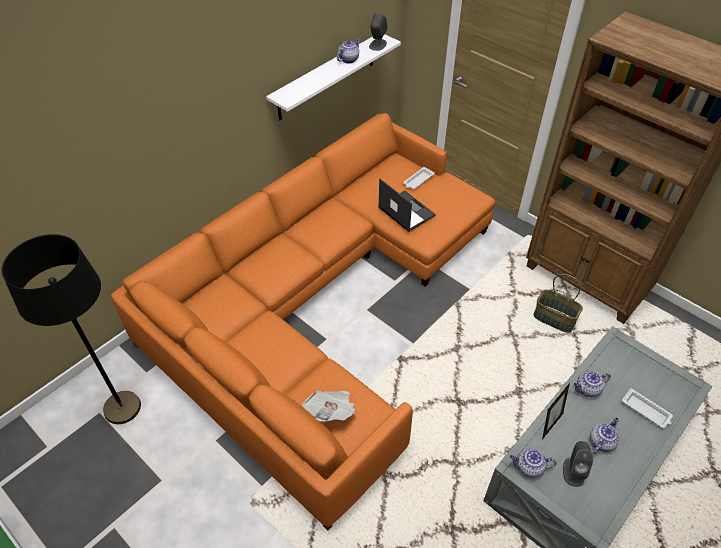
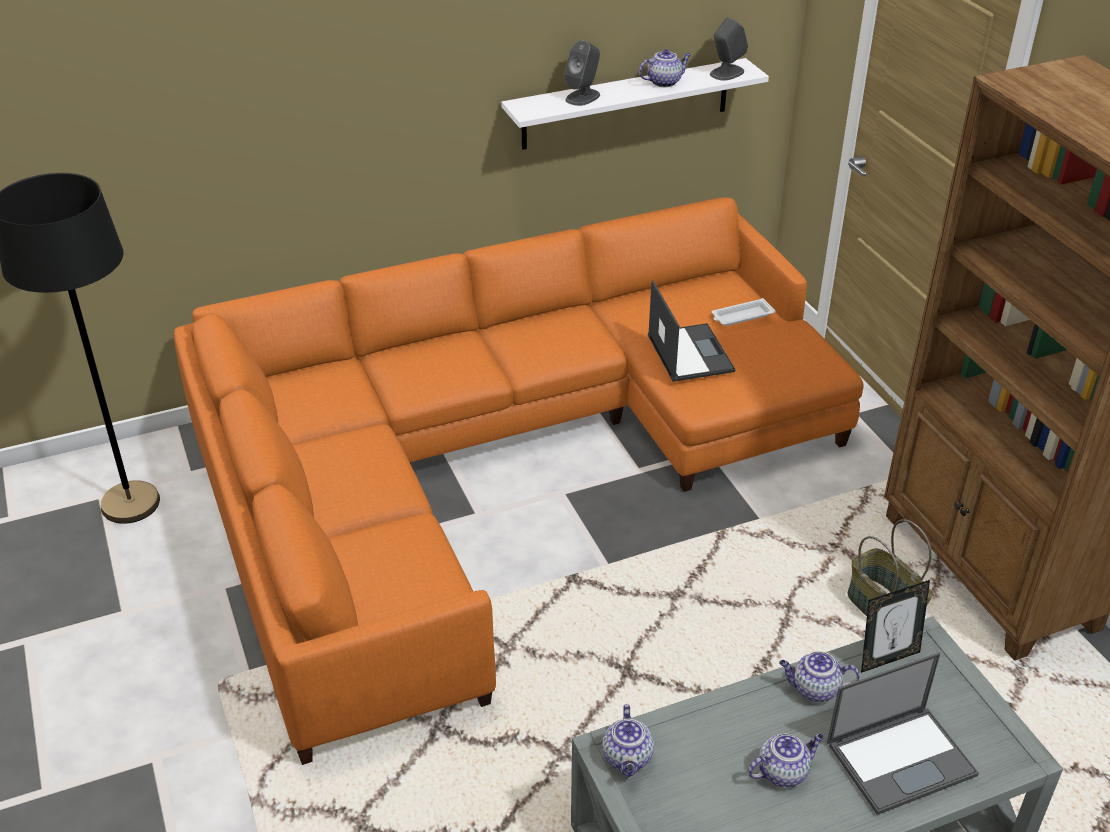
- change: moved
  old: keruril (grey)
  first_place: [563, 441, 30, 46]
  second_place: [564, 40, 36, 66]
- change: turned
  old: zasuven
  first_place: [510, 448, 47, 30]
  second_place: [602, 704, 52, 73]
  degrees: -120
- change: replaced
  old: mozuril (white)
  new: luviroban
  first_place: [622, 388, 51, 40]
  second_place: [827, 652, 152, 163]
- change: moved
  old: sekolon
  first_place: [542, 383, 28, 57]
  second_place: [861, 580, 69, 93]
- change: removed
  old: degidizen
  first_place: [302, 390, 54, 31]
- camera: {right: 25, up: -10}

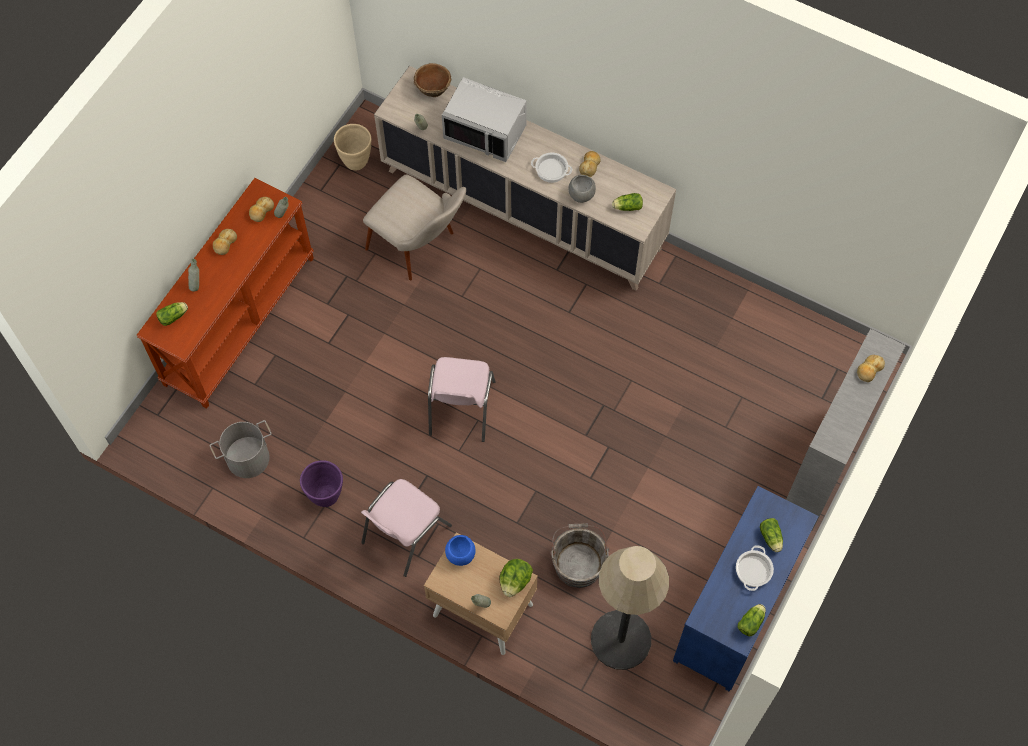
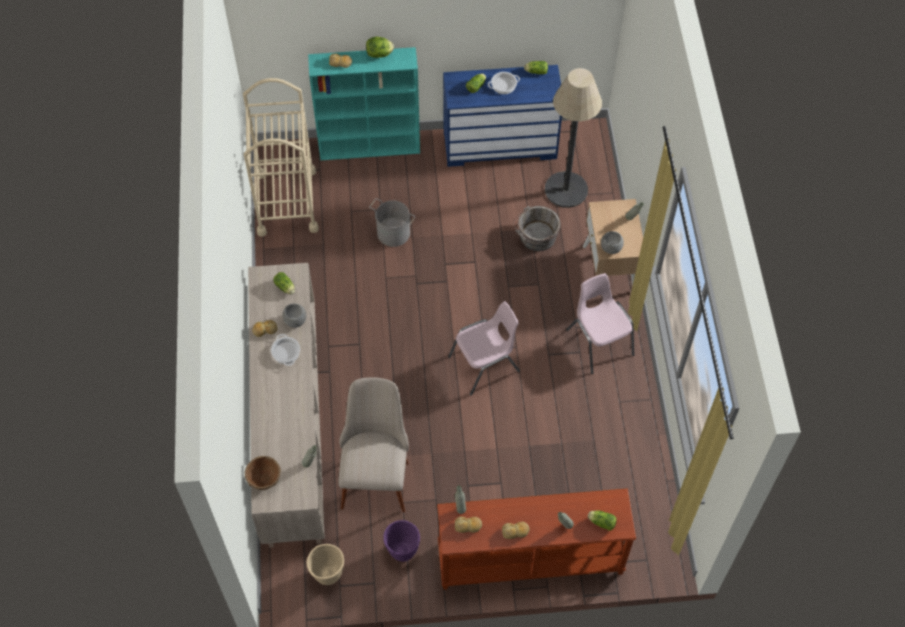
- change: added
  new: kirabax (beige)
  second_place: [243, 78, 76, 159]
- change: recoloured
  old: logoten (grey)
  new: logoten (turquoise)
  first_place: [786, 329, 120, 201]
  second_place: [308, 47, 112, 113]
- change: moved
  old: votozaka
  first_place: [499, 559, 34, 38]
  second_place: [366, 36, 28, 22]
- change: moved
  old: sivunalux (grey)
  first_place: [210, 420, 62, 58]
  second_place: [369, 198, 46, 49]
- change: moved
  old: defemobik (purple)
  first_place: [300, 460, 43, 47]
  second_place: [383, 520, 37, 42]
- change: turned
  old: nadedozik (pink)
  first_place: [361, 479, 91, 98]
  second_place: [566, 273, 68, 101]
  degrees: -120
- change: recoloured
  old: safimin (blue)
  new: safimin (grey)
  first_place: [445, 535, 30, 31]
  second_place: [601, 231, 23, 23]
- change: removed
  old: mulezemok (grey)
  first_place: [442, 77, 84, 85]
- camera: {right: -125, up: -5}

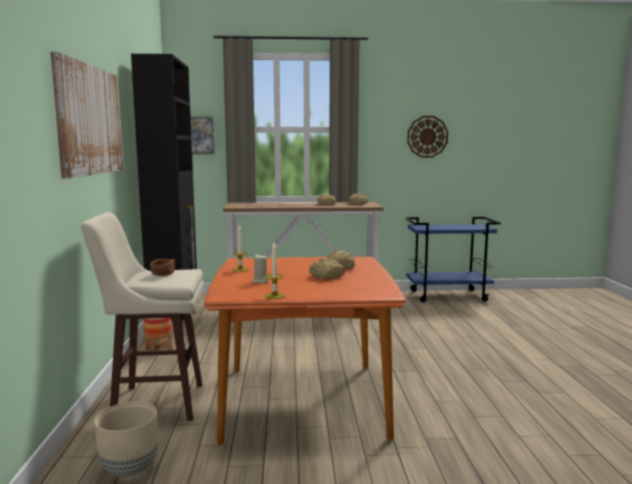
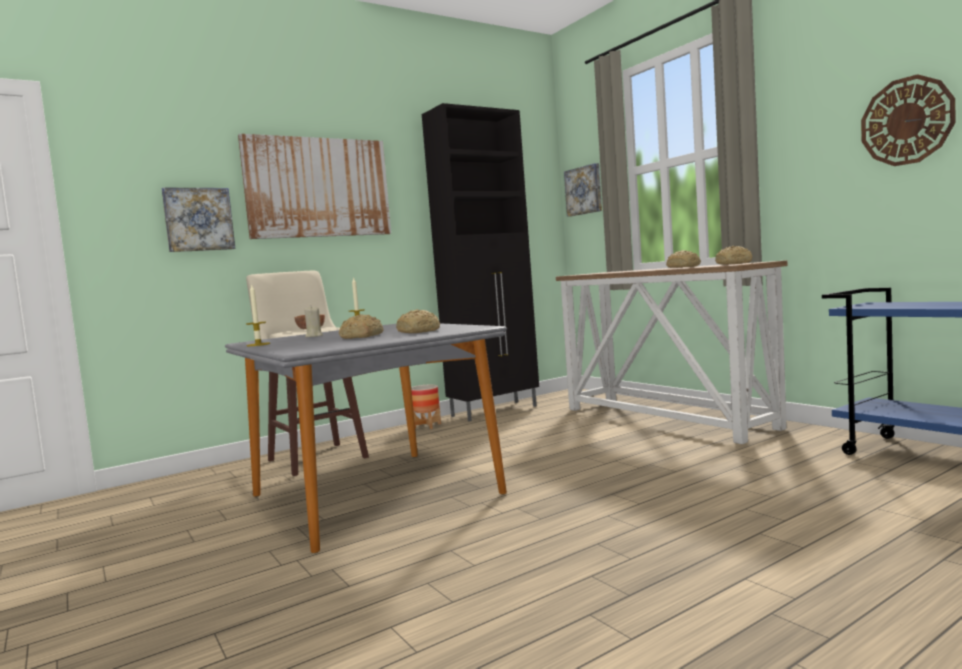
- change: added
  new: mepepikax
  second_place: [162, 188, 73, 64]
- change: recoloured
  old: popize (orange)
  new: popize (grey)
  first_place: [204, 257, 202, 188]
  second_place: [225, 324, 282, 229]
- change: removed
  old: defemobik (beige)
  first_place: [95, 402, 63, 75]
- camera: {right: 60, up: -5}

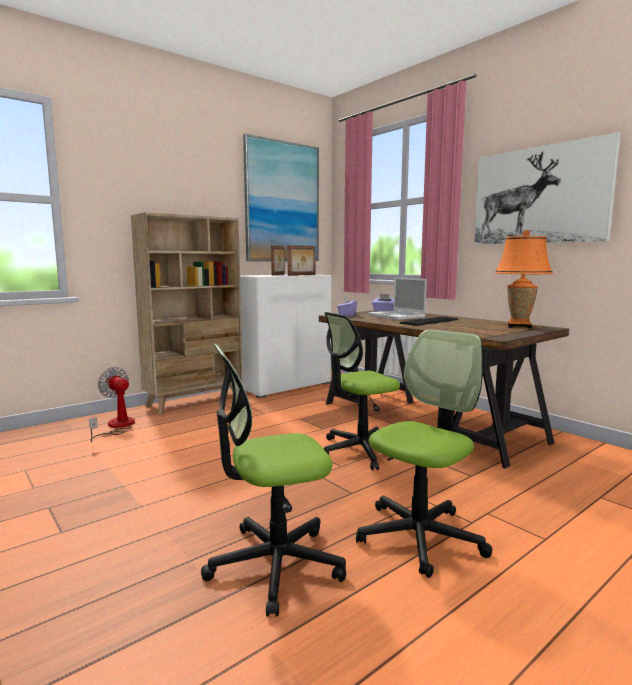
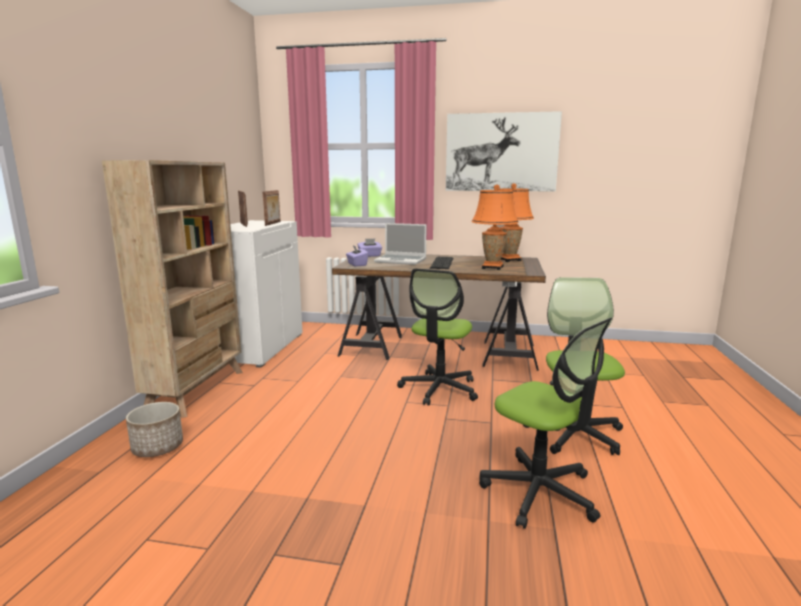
- change: replaced
  old: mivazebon
  new: defemobik
  first_place: [89, 367, 46, 76]
  second_place: [126, 402, 57, 55]
- change: added
  new: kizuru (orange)
  second_place: [472, 184, 47, 86]
- change: turned
  old: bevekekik
  first_place: [201, 343, 145, 273]
  second_place: [479, 317, 133, 212]
  degrees: -75
- change: removed
  old: mepepikax
  first_place: [243, 134, 76, 127]
- camera: {right: -40, up: 5}

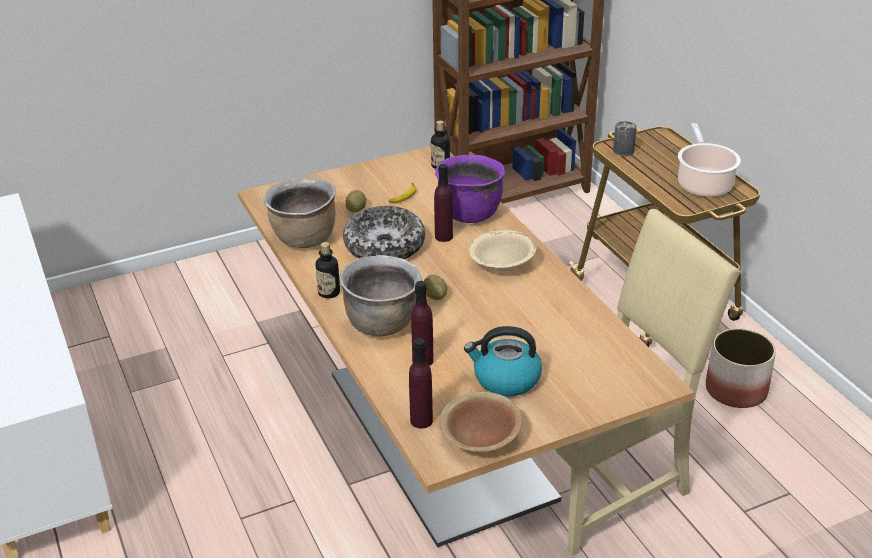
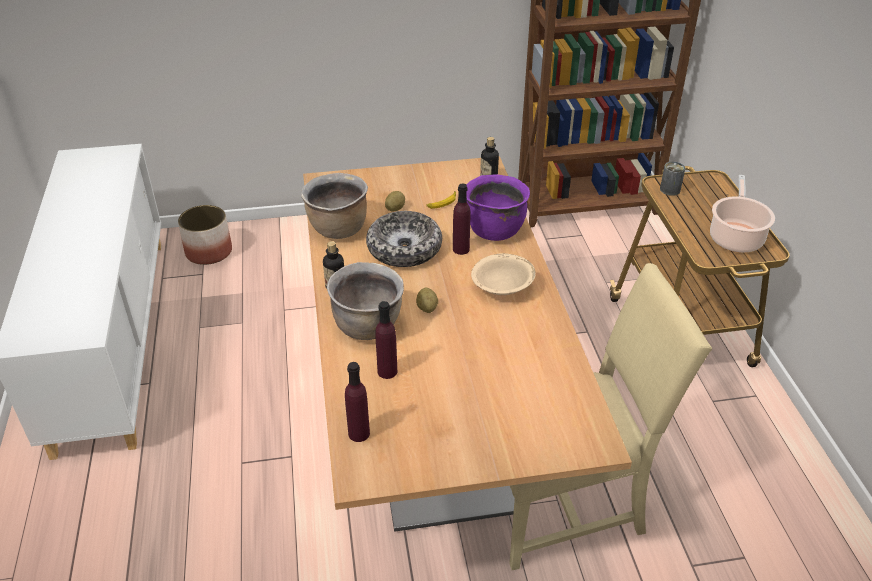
- change: moved
  old: defemobik
  first_place: [706, 328, 70, 80]
  second_place: [178, 205, 54, 60]
- change: removed
  old: safimin (brown)
  first_place: [439, 392, 84, 60]
- change: removed
  old: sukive
  first_place: [464, 326, 78, 71]
- camera: {right: 15, up: 5}

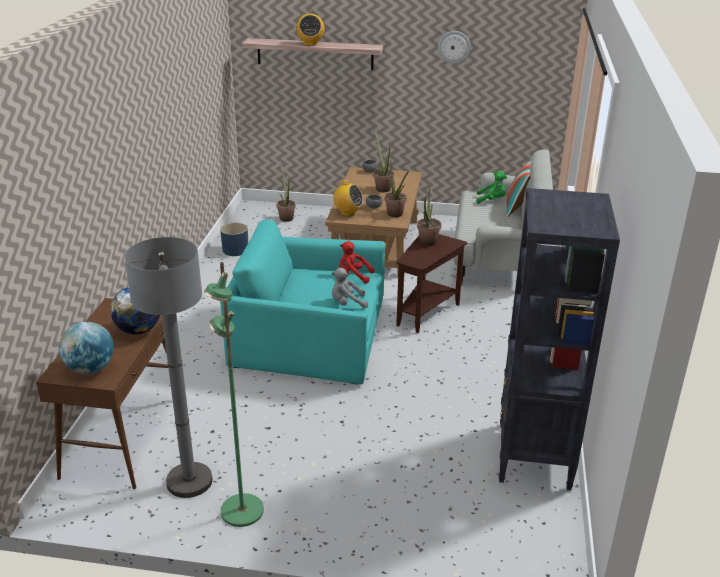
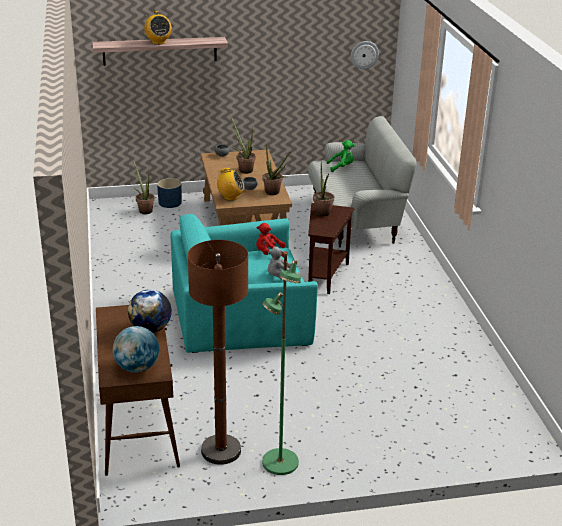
- change: moved
  old: defemobik (blue)
  first_place: [220, 223, 28, 33]
  second_place: [157, 178, 25, 30]
- change: recoloured
  old: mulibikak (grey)
  new: mulibikak (brown)
  first_place: [124, 237, 89, 261]
  second_place: [188, 240, 60, 225]
- change: moved
  old: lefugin
  first_place: [438, 31, 33, 33]
  second_place: [351, 41, 28, 28]
- change: removed
  old: logoten (black)
  first_place: [499, 188, 121, 303]
- change: removed
  old: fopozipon
  first_place: [507, 159, 25, 58]
- camera: {right: -20, up: 0}

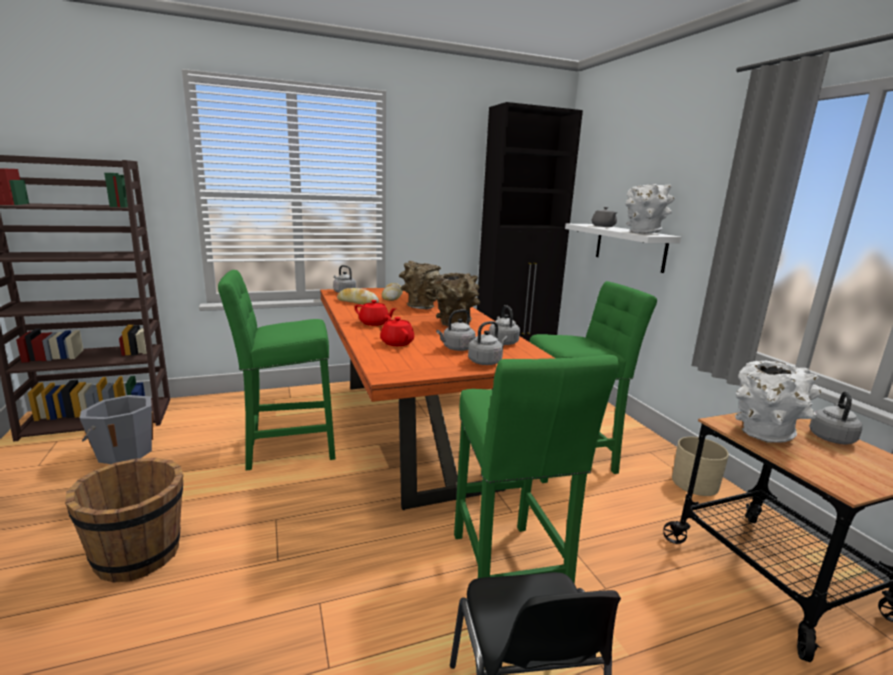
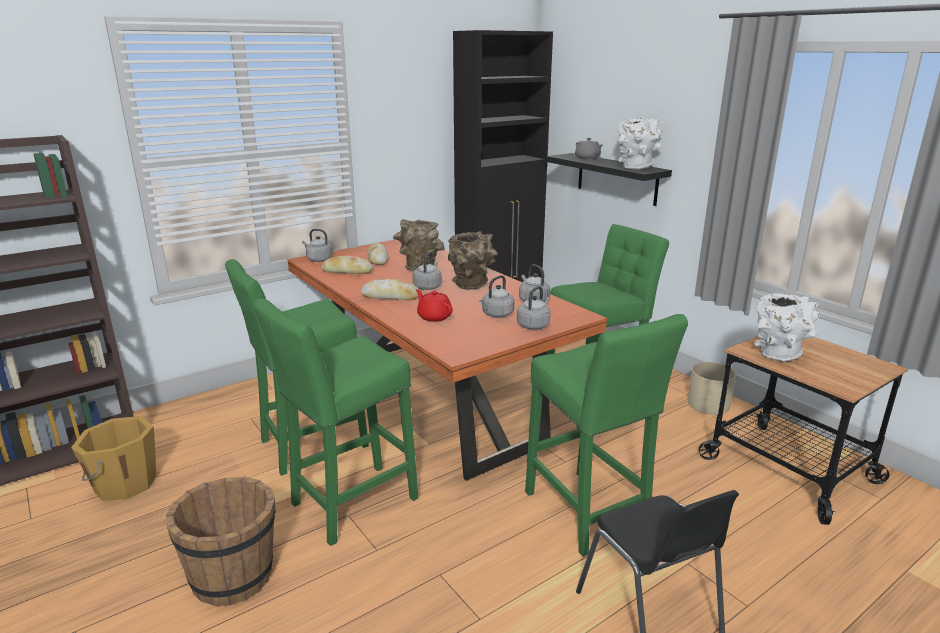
- change: recoloured
  old: sivunalux (grey)
  new: sivunalux (orange)
  first_place: [80, 395, 73, 69]
  second_place: [71, 416, 85, 85]
- change: added
  new: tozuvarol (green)
  second_place: [253, 298, 166, 248]
- change: replaced
  old: zasuven (red)
  new: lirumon
  first_place: [355, 300, 41, 26]
  second_place: [361, 279, 58, 21]
- change: moved
  old: sukive (grey)
  first_place: [809, 391, 53, 53]
  second_place: [413, 252, 29, 38]
- change: recoloured
  old: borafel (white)
  new: borafel (black)
  first_place: [565, 224, 116, 49]
  second_place: [546, 153, 126, 53]
- camera: {right: -15, up: 5}

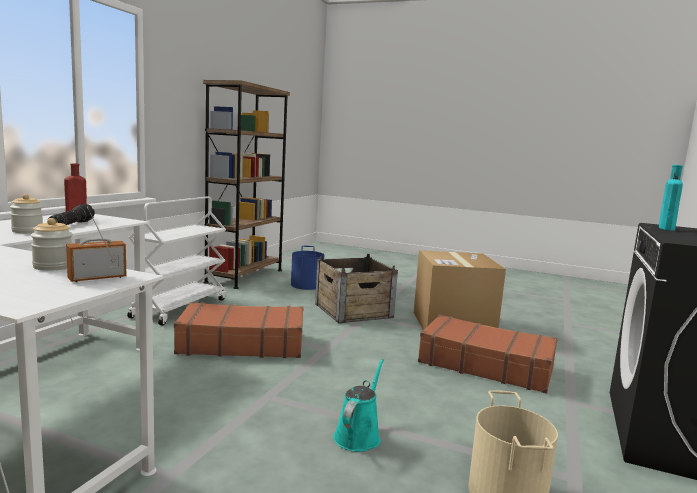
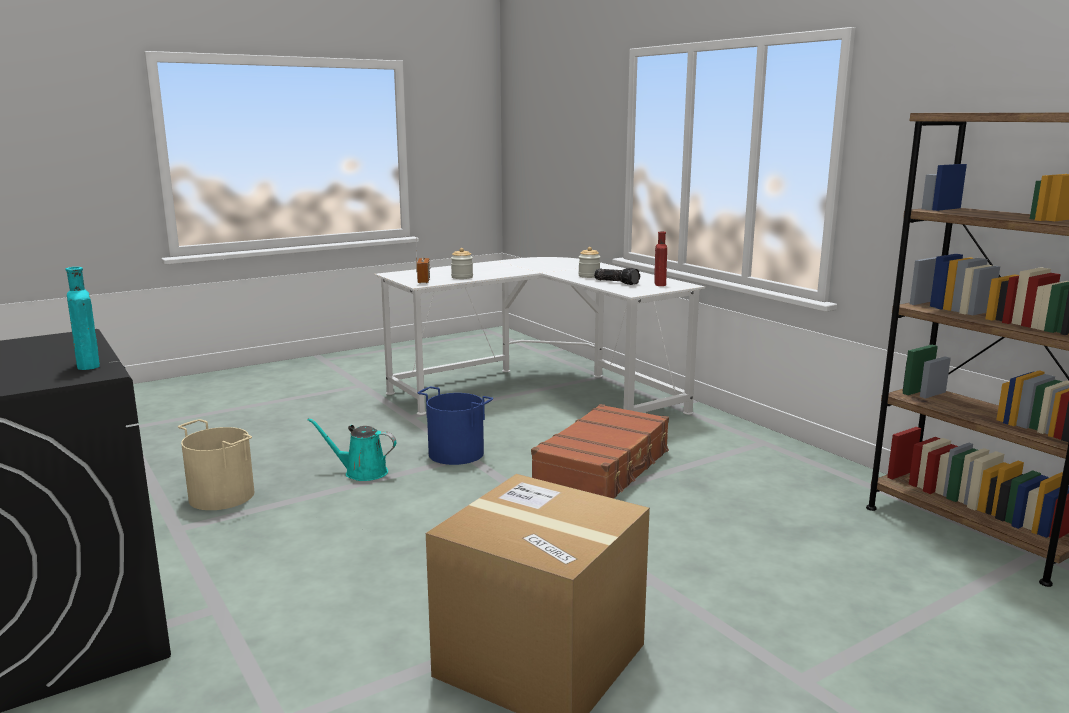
- change: turned
  old: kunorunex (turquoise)
  first_place: [333, 358, 51, 94]
  second_place: [307, 418, 90, 63]
  degrees: 135
- change: moved
  old: sivunalux (blue)
  first_place: [291, 246, 33, 44]
  second_place: [418, 387, 75, 78]
- change: removed
  old: kirabax (white)
  first_place: [127, 197, 99, 129]
- change: removed
  old: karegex
  first_place: [315, 254, 83, 69]
- change: removed
  old: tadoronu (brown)
  first_place: [418, 315, 140, 79]
- camera: {right: 125, up: 5}

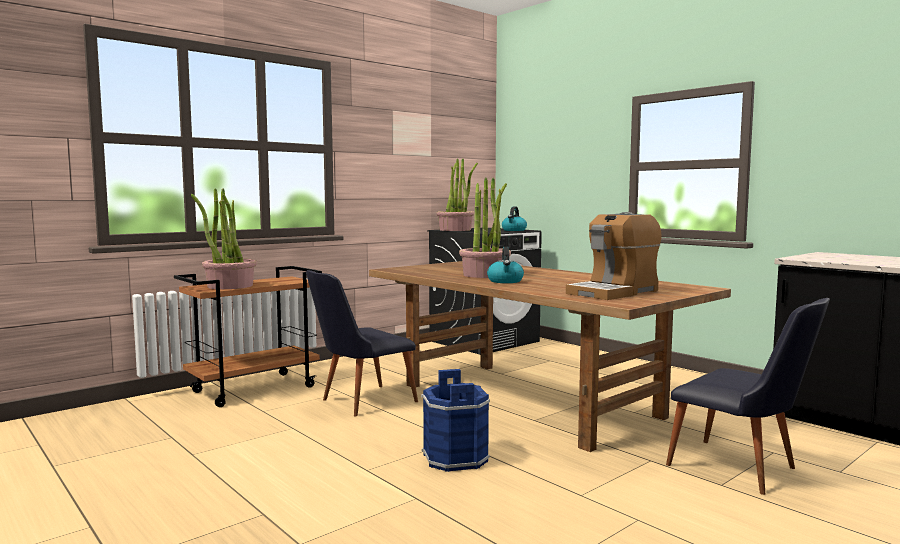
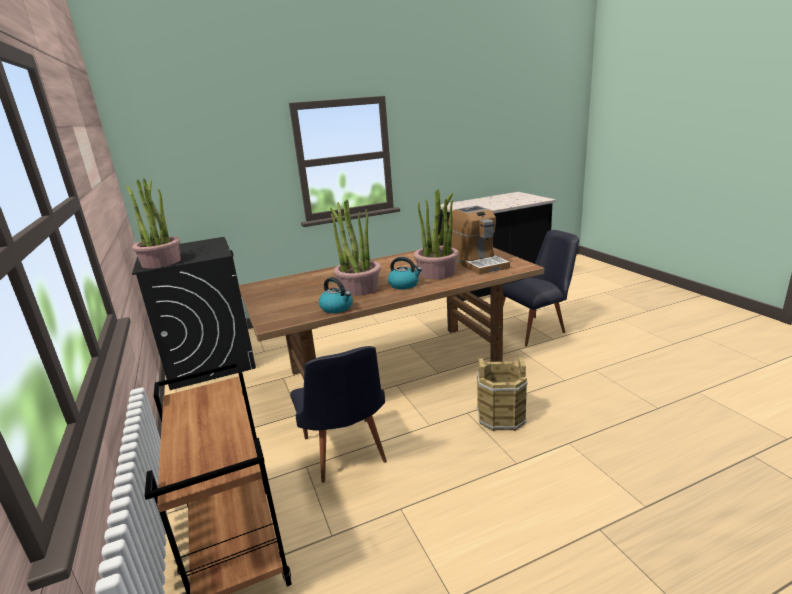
- change: moved
  old: sukive
  first_place: [502, 206, 25, 25]
  second_place: [319, 277, 34, 36]
- change: moved
  old: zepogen
  first_place: [191, 188, 66, 101]
  second_place: [413, 189, 46, 90]
- change: recoloured
  old: sivunalux (blue)
  new: sivunalux (brown)
  first_place: [421, 369, 69, 103]
  second_place: [476, 358, 52, 73]
- camera: {right: -70, up: 15}

